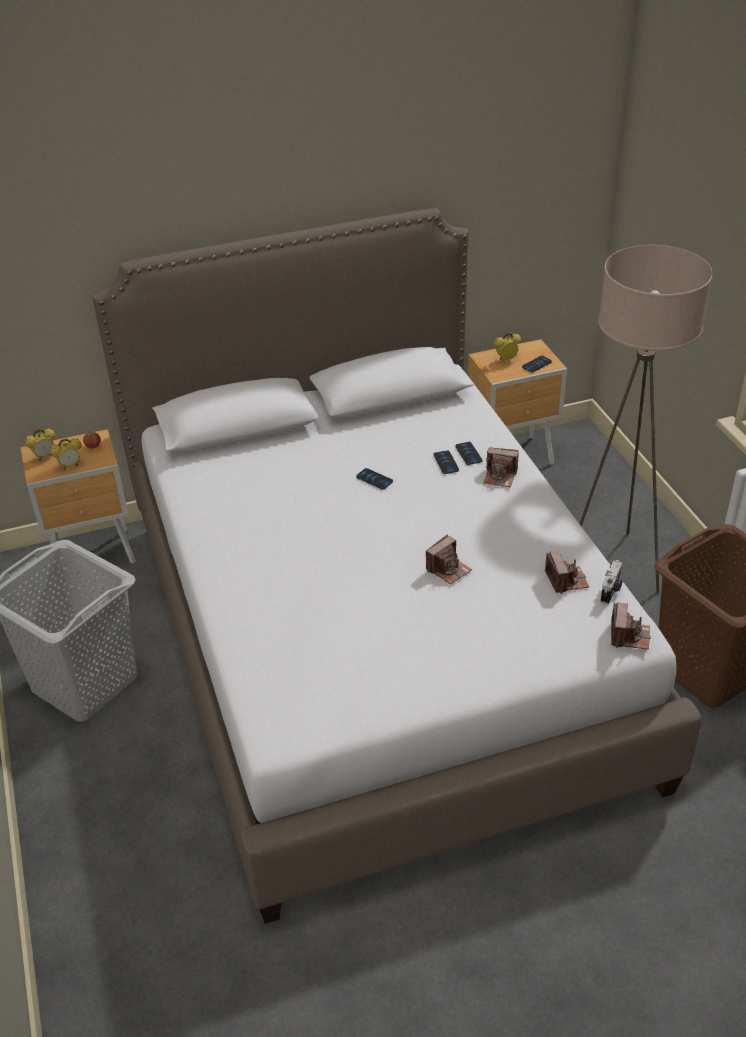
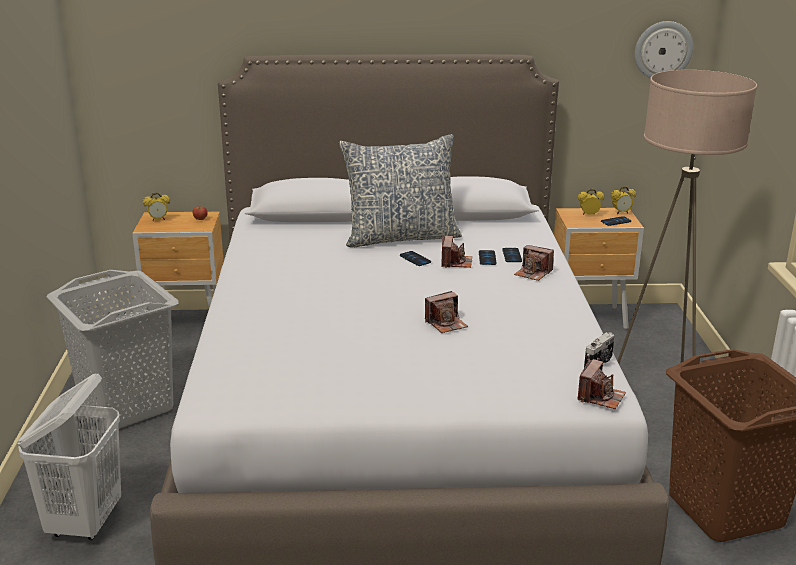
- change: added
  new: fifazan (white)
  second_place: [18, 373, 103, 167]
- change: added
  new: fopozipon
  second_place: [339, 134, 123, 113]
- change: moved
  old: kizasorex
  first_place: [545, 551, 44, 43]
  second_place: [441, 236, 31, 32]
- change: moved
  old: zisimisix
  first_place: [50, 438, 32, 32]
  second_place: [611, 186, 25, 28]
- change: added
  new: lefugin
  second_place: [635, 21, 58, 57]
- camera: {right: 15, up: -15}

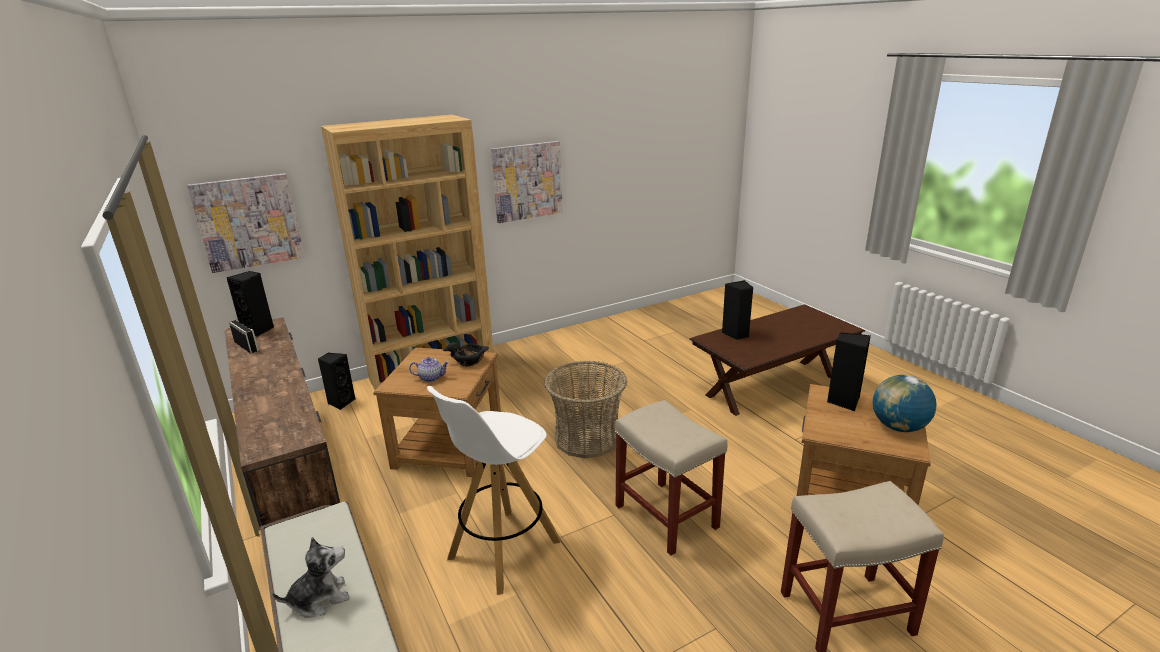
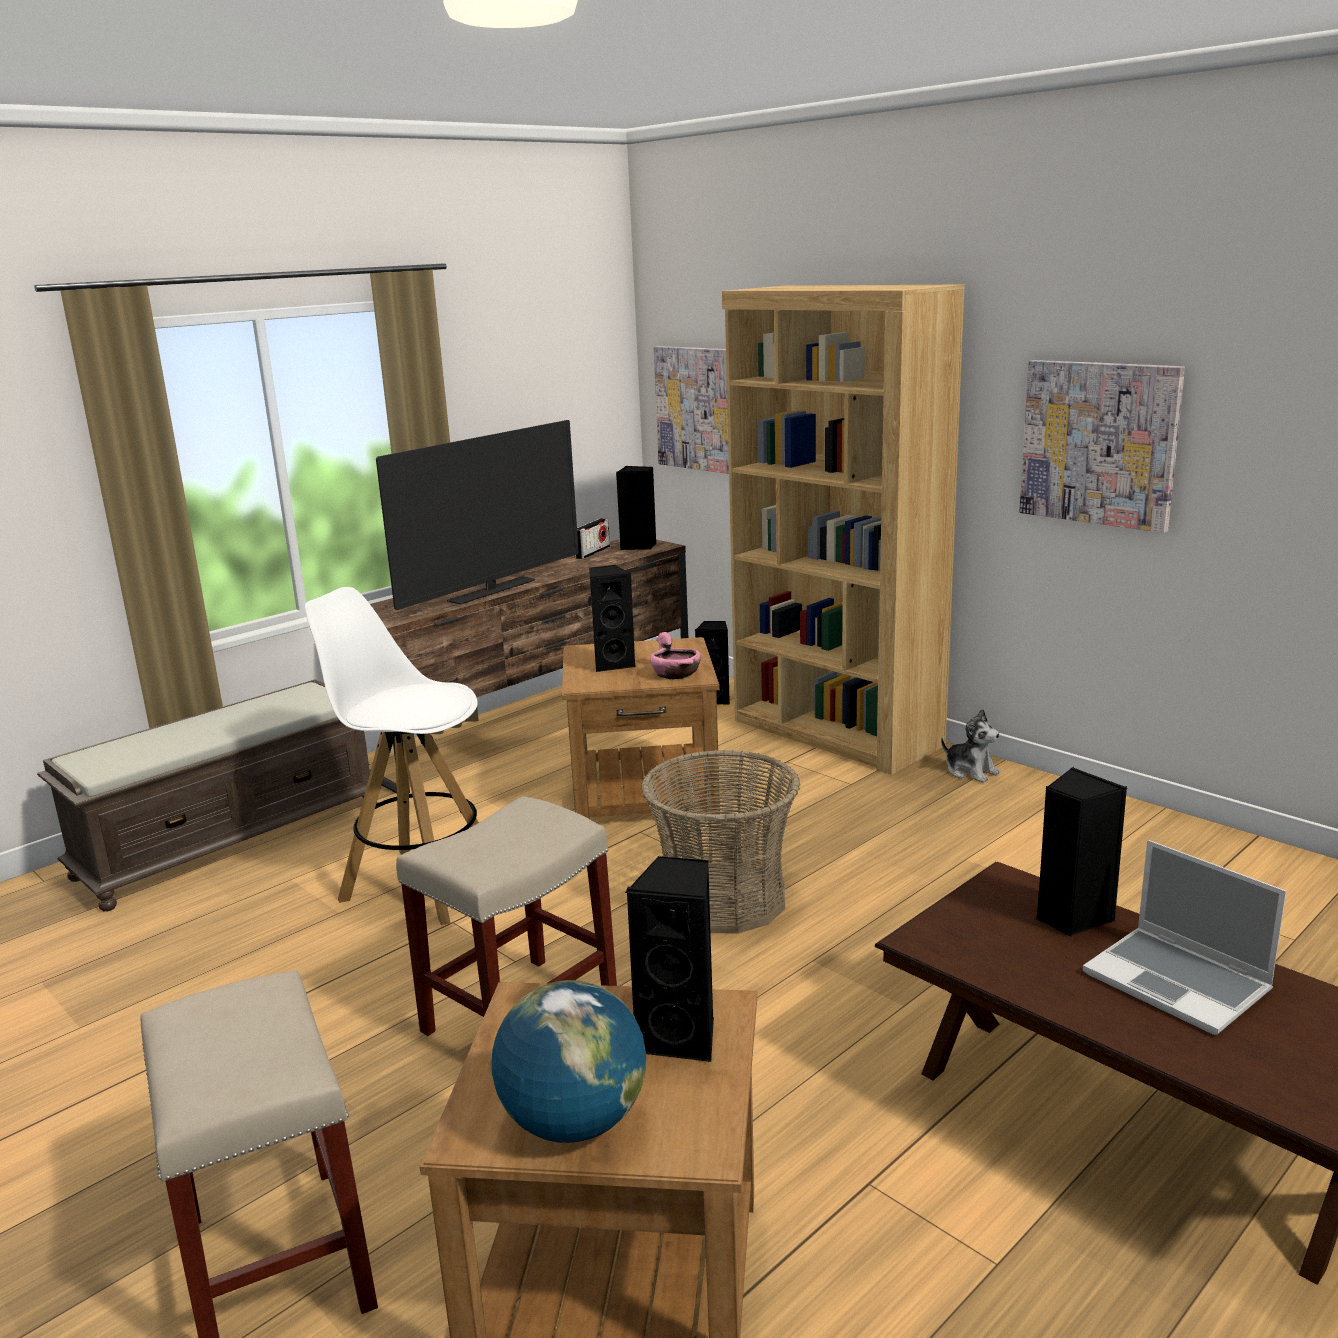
- change: added
  new: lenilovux
  second_place: [376, 420, 203, 190]
- change: replaced
  old: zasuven
  new: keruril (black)
  first_place: [409, 357, 40, 25]
  second_place: [589, 565, 47, 107]
- change: recoloured
  old: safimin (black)
  new: safimin (pink)
  first_place: [443, 342, 46, 25]
  second_place: [650, 632, 51, 47]
- change: moved
  old: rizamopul
  first_place: [272, 537, 78, 81]
  second_place: [941, 709, 59, 74]
- change: added
  new: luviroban
  second_place: [1083, 840, 203, 195]
- camera: {right: 75, up: -5}

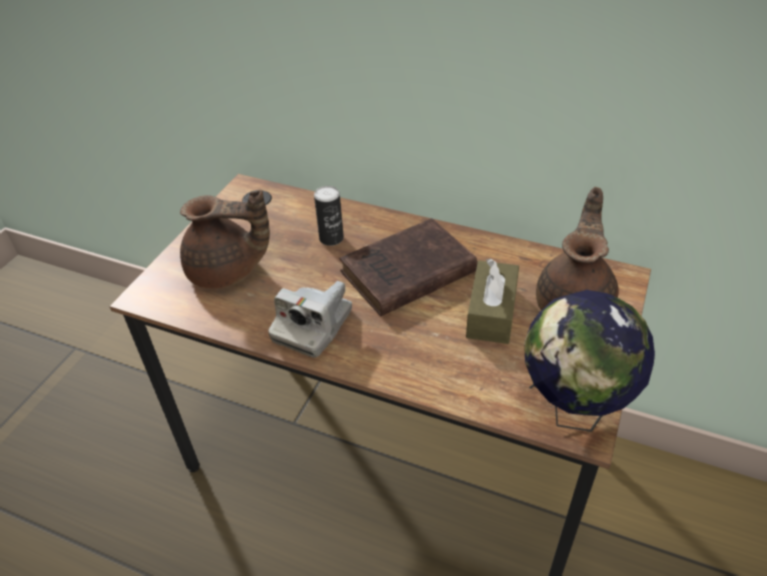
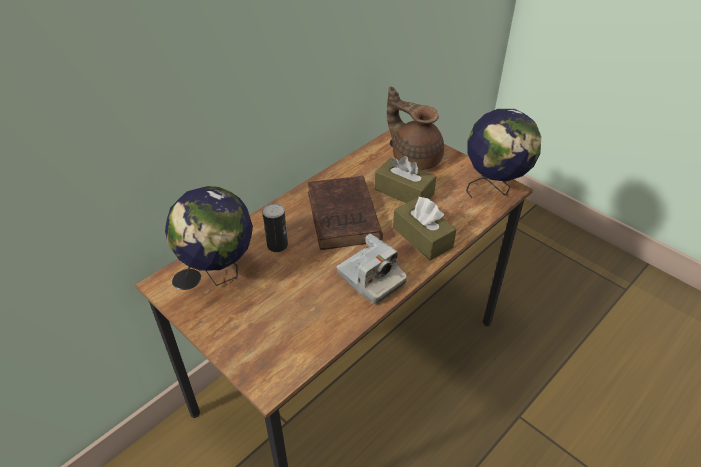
- change: added
  new: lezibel
  second_place: [165, 186, 88, 100]
- change: added
  new: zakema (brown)
  second_place: [393, 196, 63, 64]
- change: removed
  old: zasuven (brown)
  first_place: [180, 190, 90, 99]
- camera: {right: -70, up: 0}

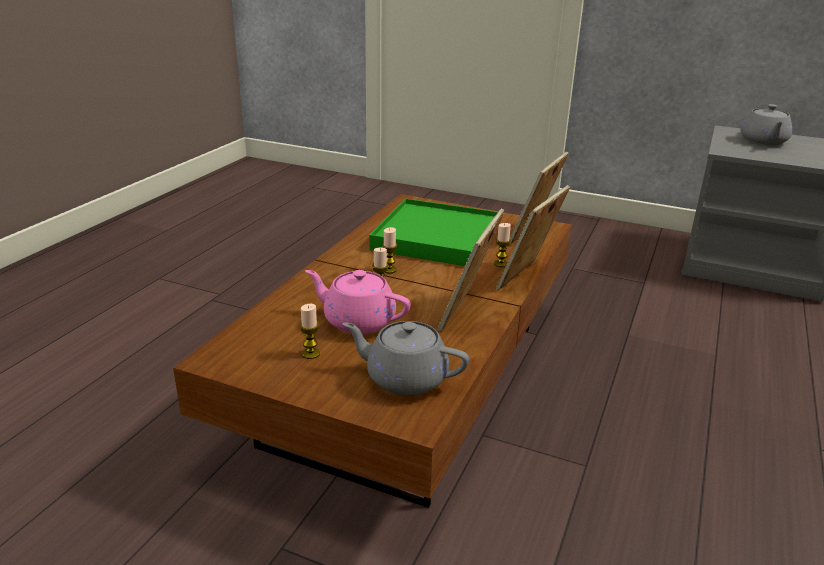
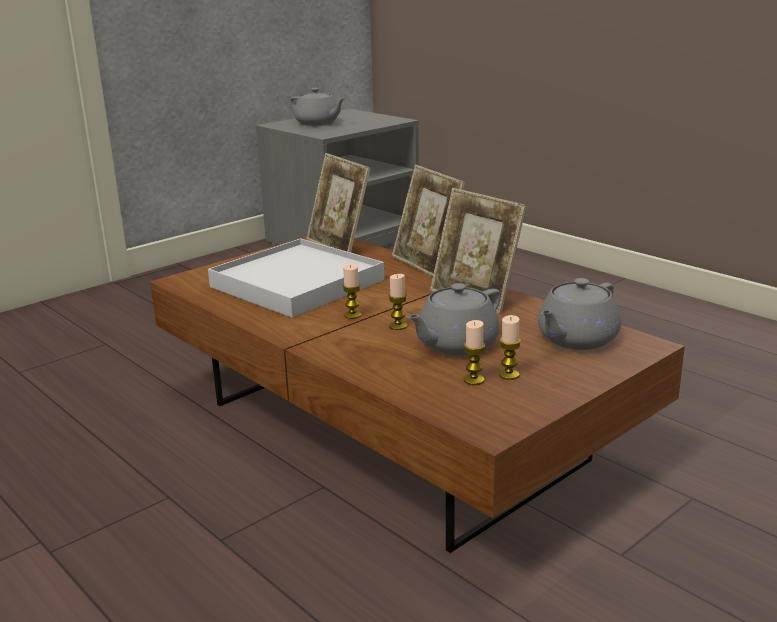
- change: recoloured
  old: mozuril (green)
  new: mozuril (white)
  first_place: [369, 198, 129, 68]
  second_place: [208, 238, 176, 80]
- change: recoloured
  old: zasuven (pink)
  new: zasuven (grey)
  first_place: [305, 270, 106, 65]
  second_place: [407, 283, 94, 72]
- change: moved
  old: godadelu
  first_place: [494, 223, 17, 44]
  second_place: [464, 320, 21, 65]
- camera: {right: -65, up: -5}

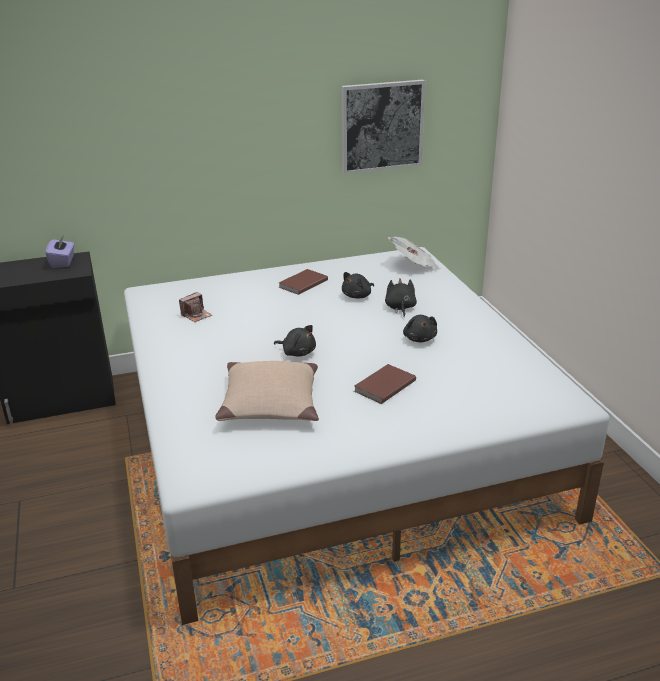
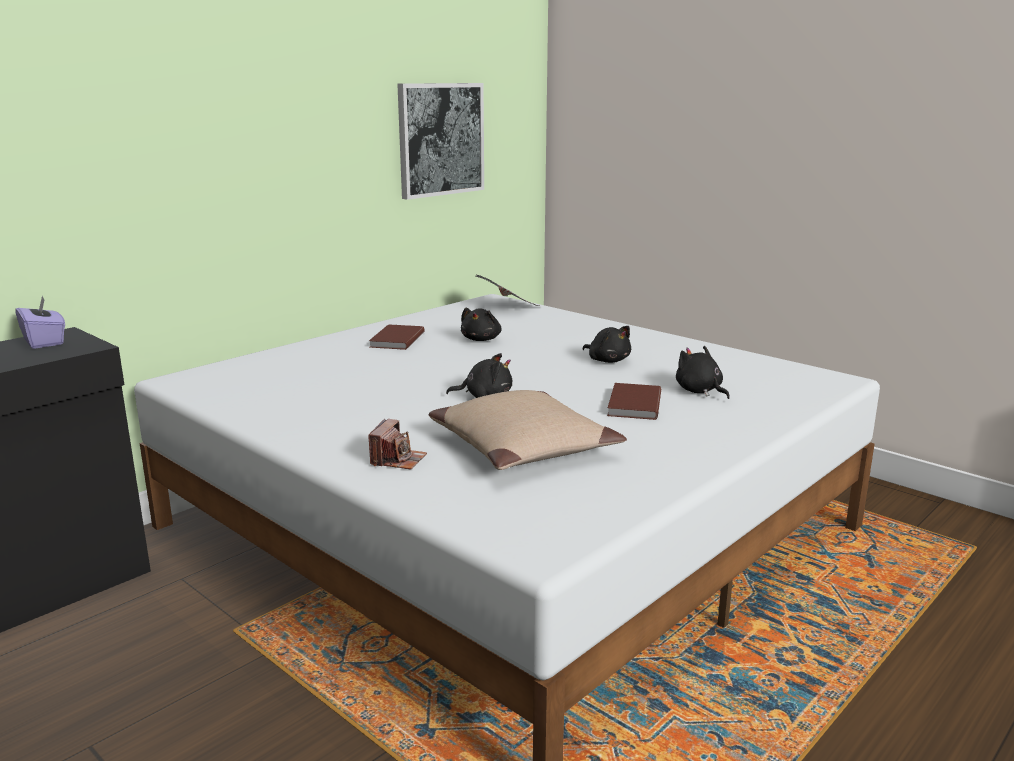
- change: moved
  old: kizasorex
  first_place: [179, 292, 33, 30]
  second_place: [368, 419, 59, 50]
- change: moved
  old: rizamopul (black)
  first_place: [385, 279, 32, 38]
  second_place: [676, 346, 54, 53]
- camera: {right: -30, up: -10}

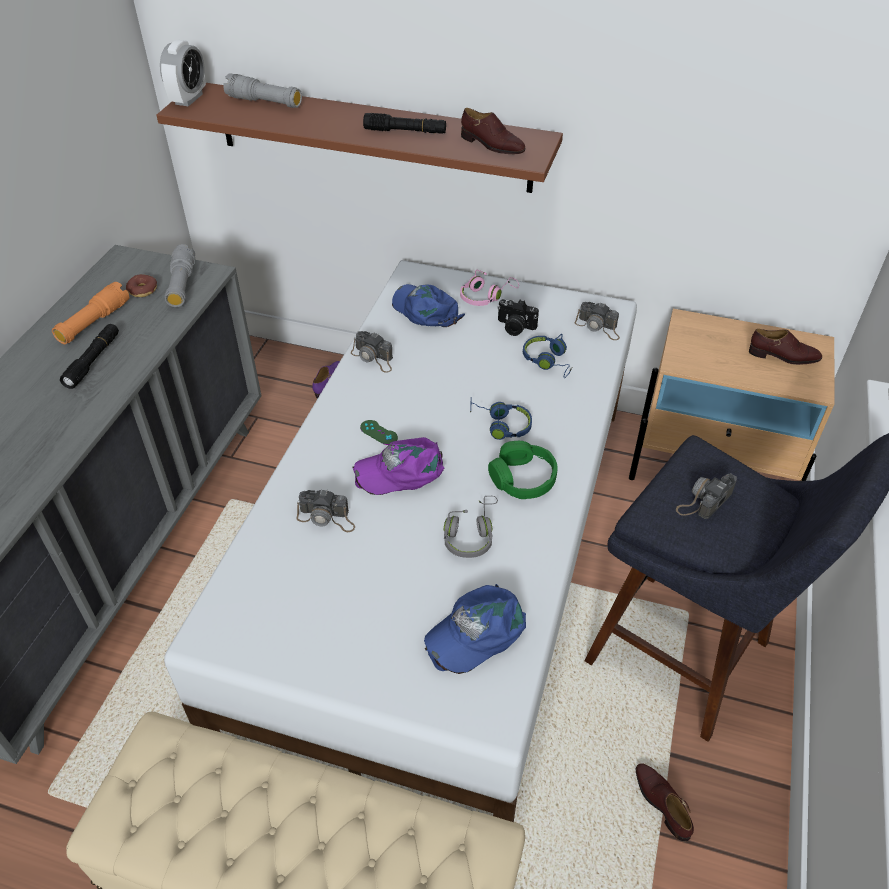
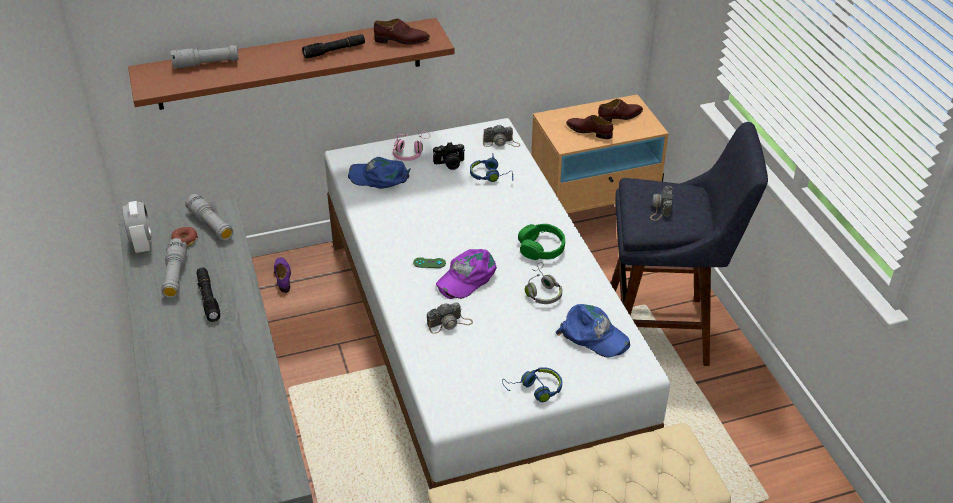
- change: moved
  old: zisimisix
  first_place: [160, 40, 46, 66]
  second_place: [122, 201, 30, 52]
- change: recoloured
  old: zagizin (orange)
  new: zagizin (grey)
  first_place: [52, 282, 77, 62]
  second_place: [161, 238, 26, 60]
- change: moved
  old: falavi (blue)
  first_place: [470, 402, 62, 38]
  second_place: [502, 367, 60, 35]
- change: turned
  old: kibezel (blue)
  first_place: [424, 584, 102, 90]
  second_place: [556, 304, 74, 54]
  degrees: -75
- change: moved
  old: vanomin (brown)
  first_place: [636, 763, 58, 78]
  second_place: [566, 115, 47, 24]
- change: removed
  old: kizasorex
  first_place: [351, 331, 42, 42]
- camera: {right: -35, up: -5}

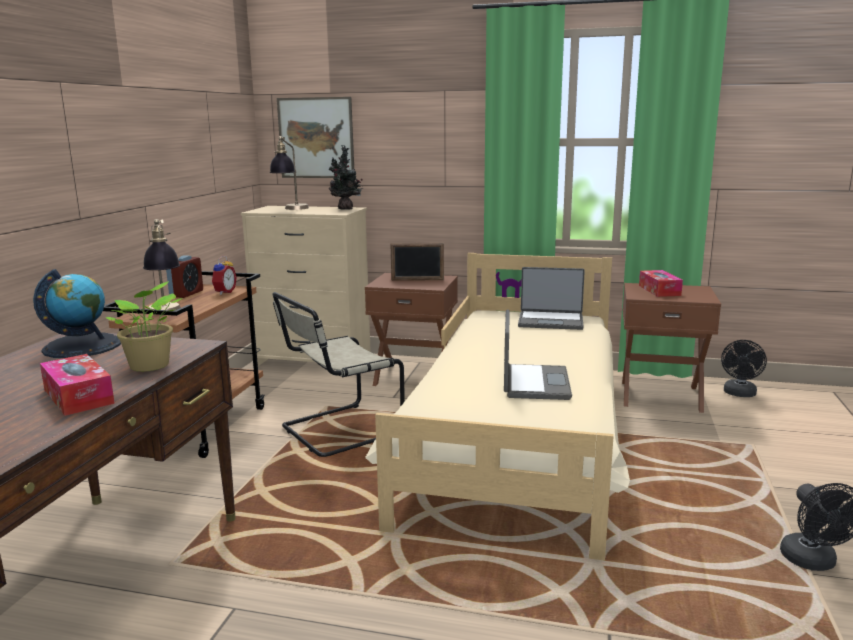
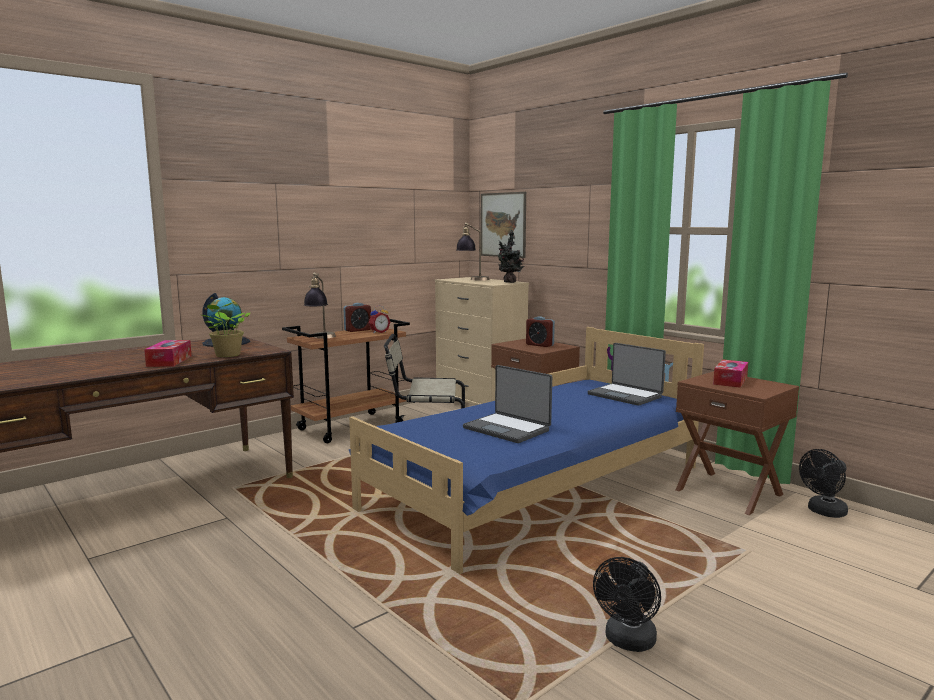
- change: recoloured
  old: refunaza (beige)
  new: refunaza (blue)
  first_place: [365, 253, 265, 308]
  second_place: [349, 327, 355, 247]
- change: turned
  old: luviroban
  first_place: [504, 310, 68, 90]
  second_place: [463, 365, 89, 78]
  degrees: 90
- change: replaced
  old: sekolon
  new: zisimisix
  first_place: [390, 243, 54, 38]
  second_place: [526, 316, 29, 31]
- camera: {right: 35, up: -5}

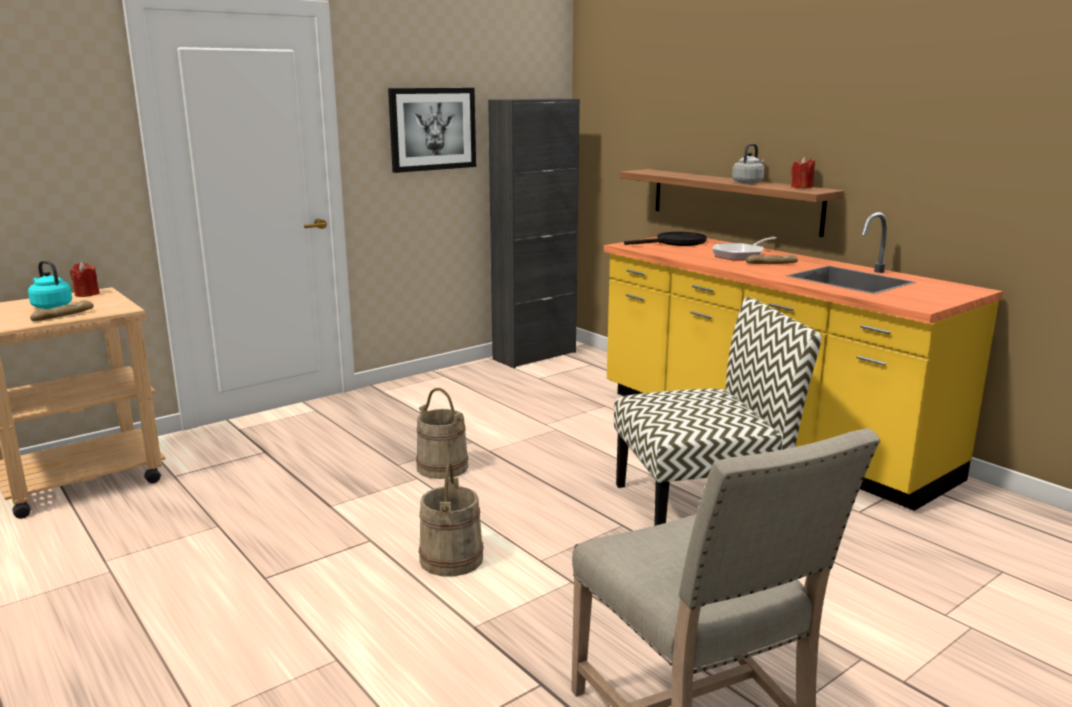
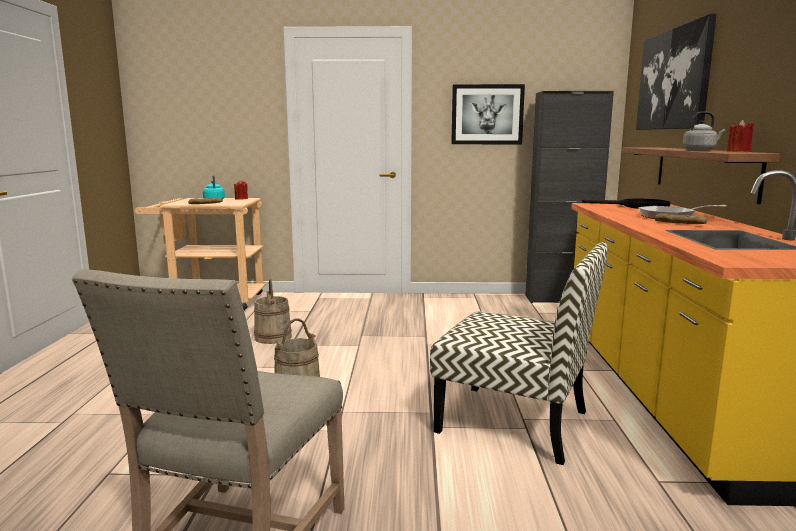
- change: moved
  old: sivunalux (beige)
  first_place: [416, 388, 53, 91]
  second_place: [254, 279, 38, 65]
- change: added
  new: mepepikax
  second_place: [636, 13, 81, 117]
- camera: {right: 40, up: -5}

